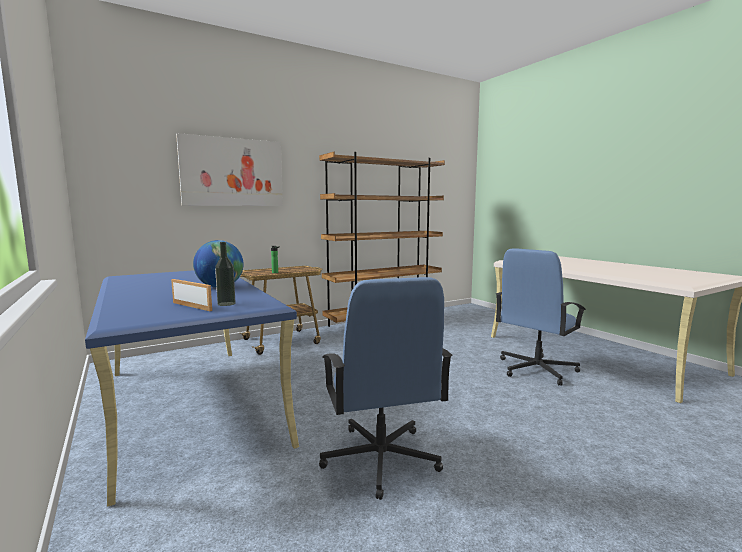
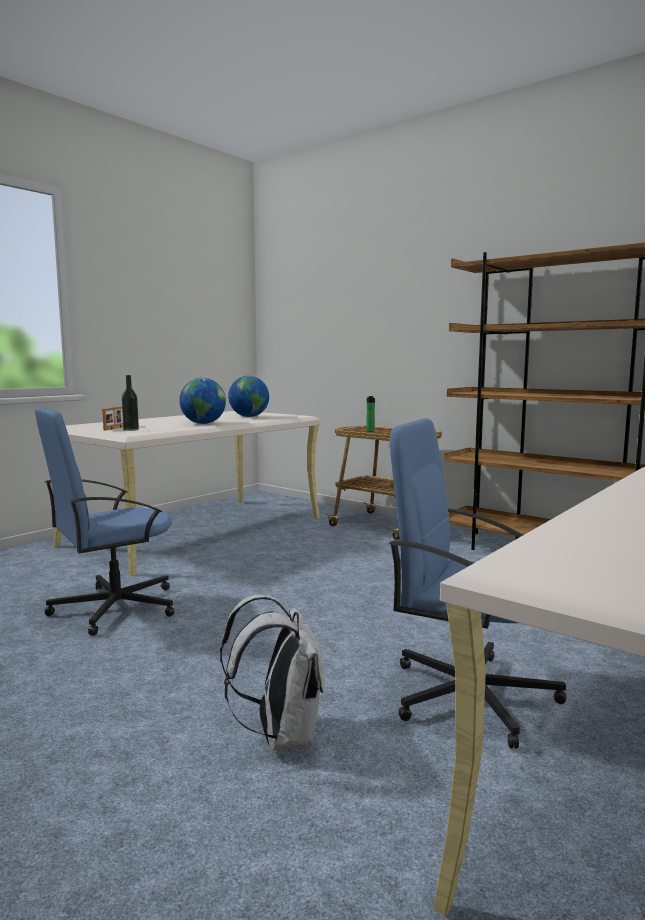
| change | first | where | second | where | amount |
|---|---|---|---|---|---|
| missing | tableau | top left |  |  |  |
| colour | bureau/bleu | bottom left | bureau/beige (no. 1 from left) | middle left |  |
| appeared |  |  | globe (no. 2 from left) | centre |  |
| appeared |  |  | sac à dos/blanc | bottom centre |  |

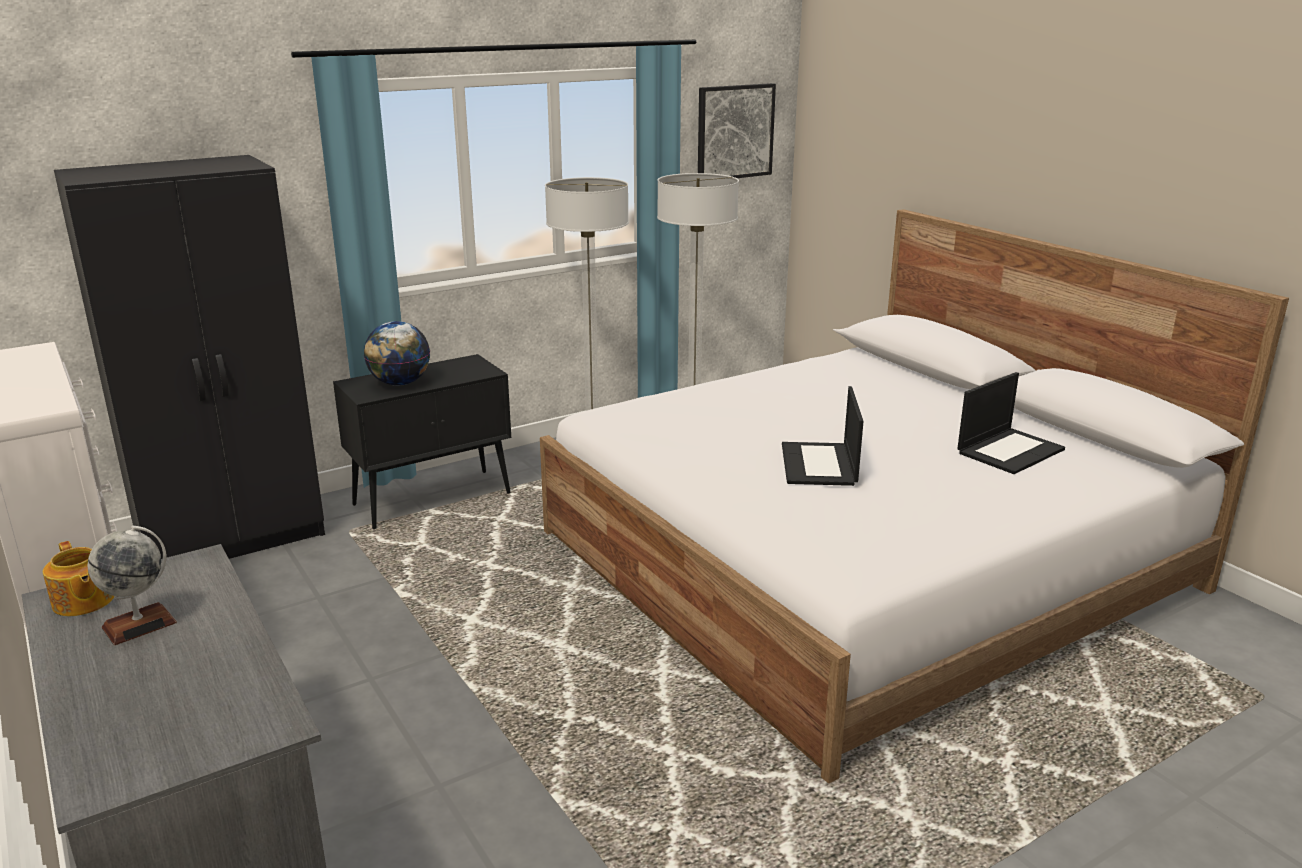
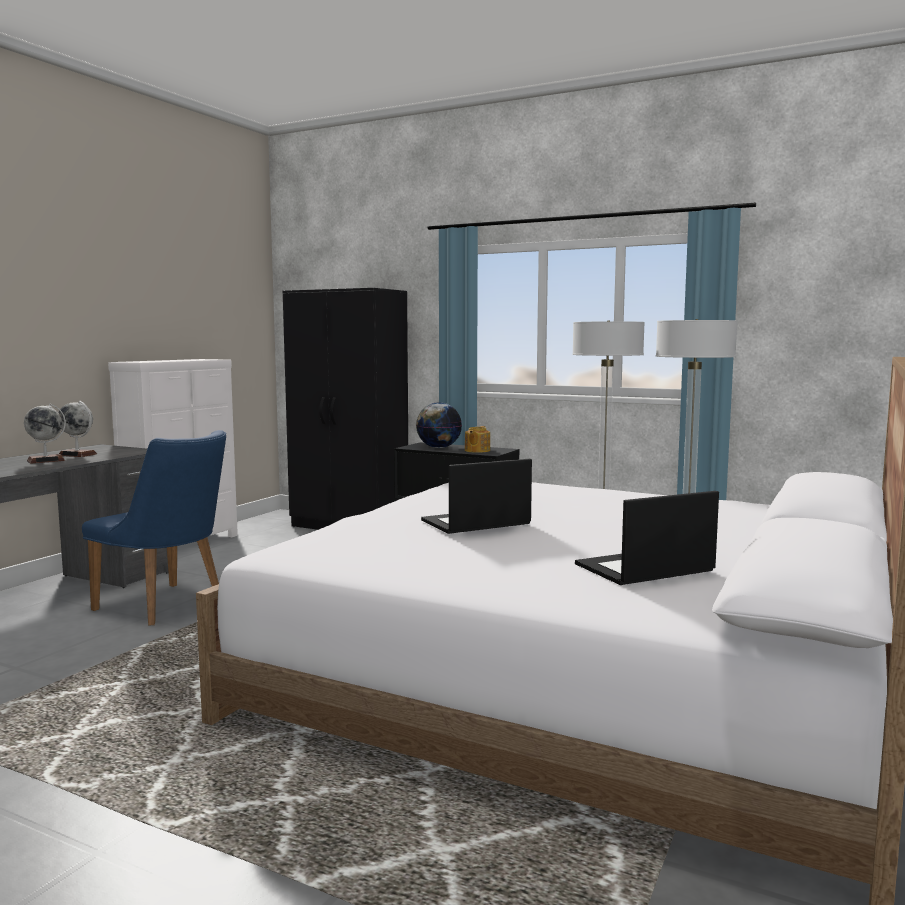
| change | first | where | second | where | amount |
|---|---|---|---|---|---|
| missing | tableau | top centre |  |  |  |
| spun | ordinateur portable (no. 2 from left) | middle right |  | middle right | 135 degrees clockwise |
| relocated | théière | middle left |  | centre |  |
| appeared |  |  | globe (no. 1 from left) | middle left |  |
| appeared |  |  | chaise/bleu | middle left |  |

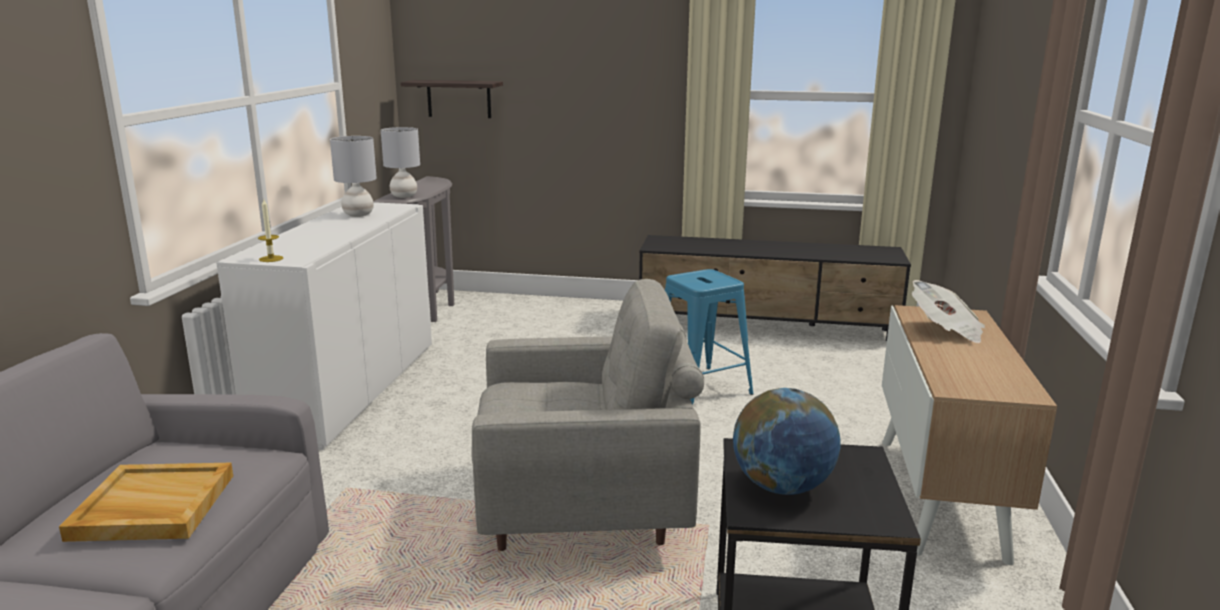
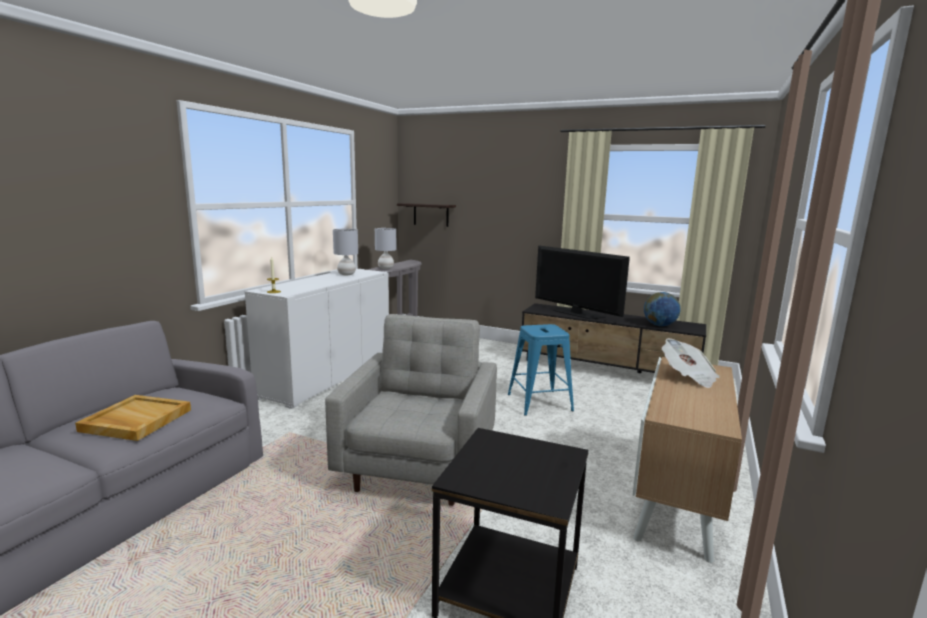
| change | first | where | second | where | amount |
|---|---|---|---|---|---|
| spun | fauteuil/gris | bottom centre |  | centre | 90 degrees counterclockwise |
| relocated | globe | bottom centre |  | middle right |  |
| appeared |  |  | téléviseur | centre |  |

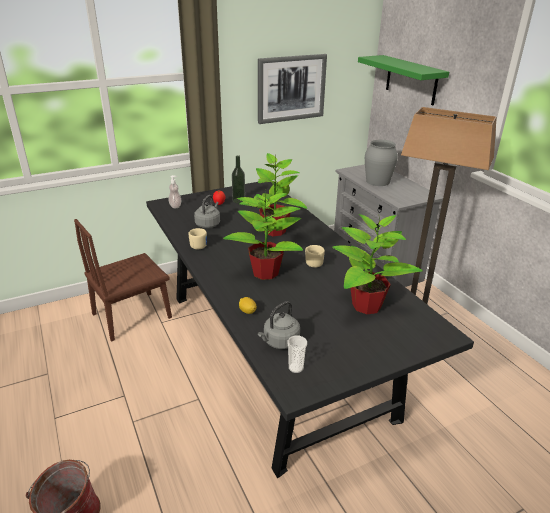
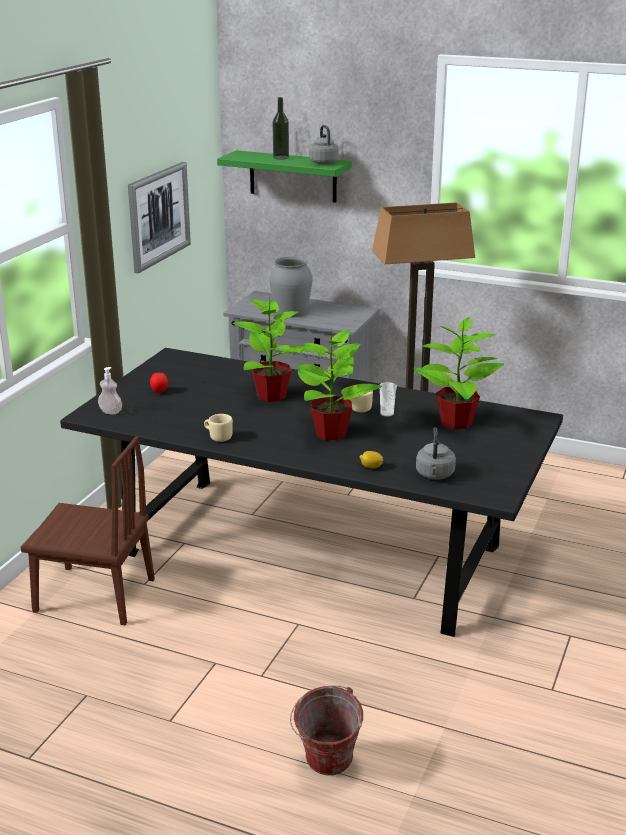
| change | first | where | second | where | amount |
|---|---|---|---|---|---|
| relocated | bouteille | centre |  | top centre |  |
| relocated | bouilloire/gris (no. 1 from left) | centre |  | top centre |  |
| spun | chaise/marron | middle left |  | middle left | 90 degrees counterclockwise |
| relocated | tasse | bottom centre |  | centre |  |

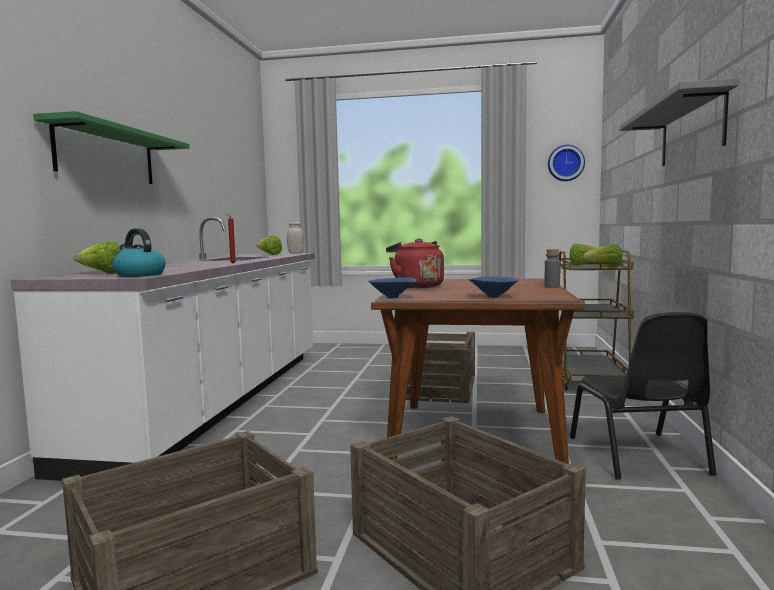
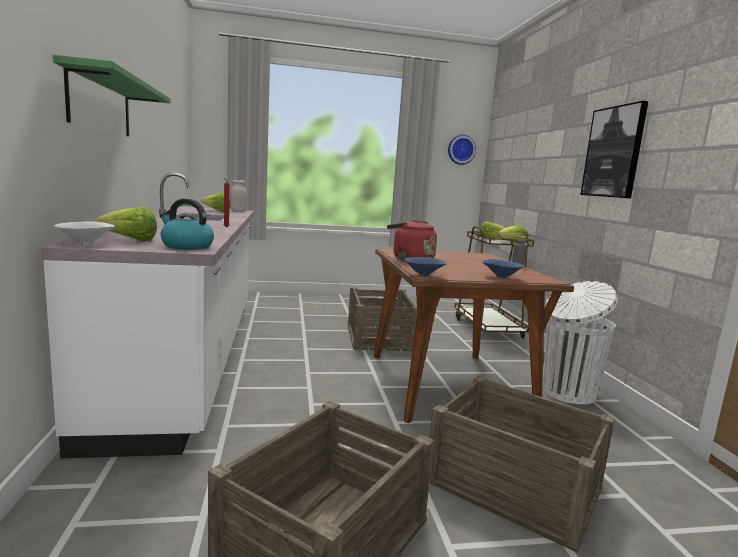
| change | first | where | second | where | amount |
|---|---|---|---|---|---|
| exchanged | étagère/gris | top right | tableau | top right |  |
| exchanged | chaise/noir | bottom right | poubelle/blanc | middle right |  |
| appeared |  |  | bol/blanc | middle left |  |

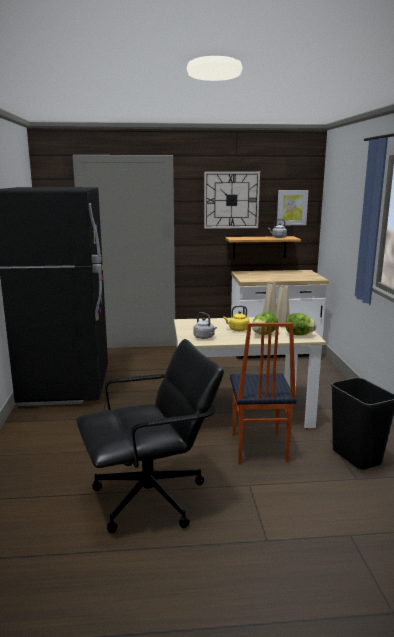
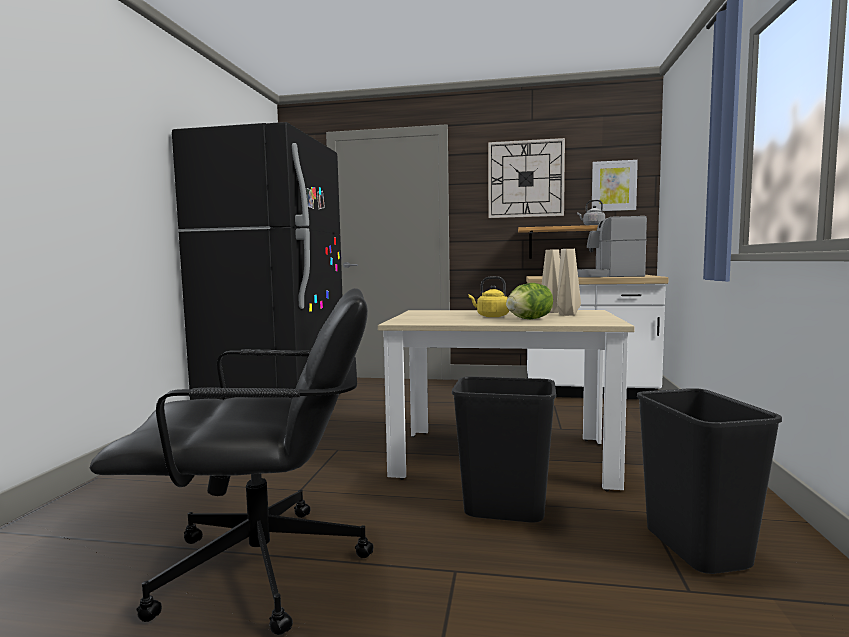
| change | first | where | second | where | amount |
|---|---|---|---|---|---|
| missing | bouilloire/gris (no. 1 from left) | centre |  |  |  |
| missing | laitue (no. 2 from left) | middle right |  |  |  |
| exchanged | chaise | middle right | poubelle/noir (no. 1 from left) | bottom centre |  |
| appeared |  |  | machine à café | middle right |  |

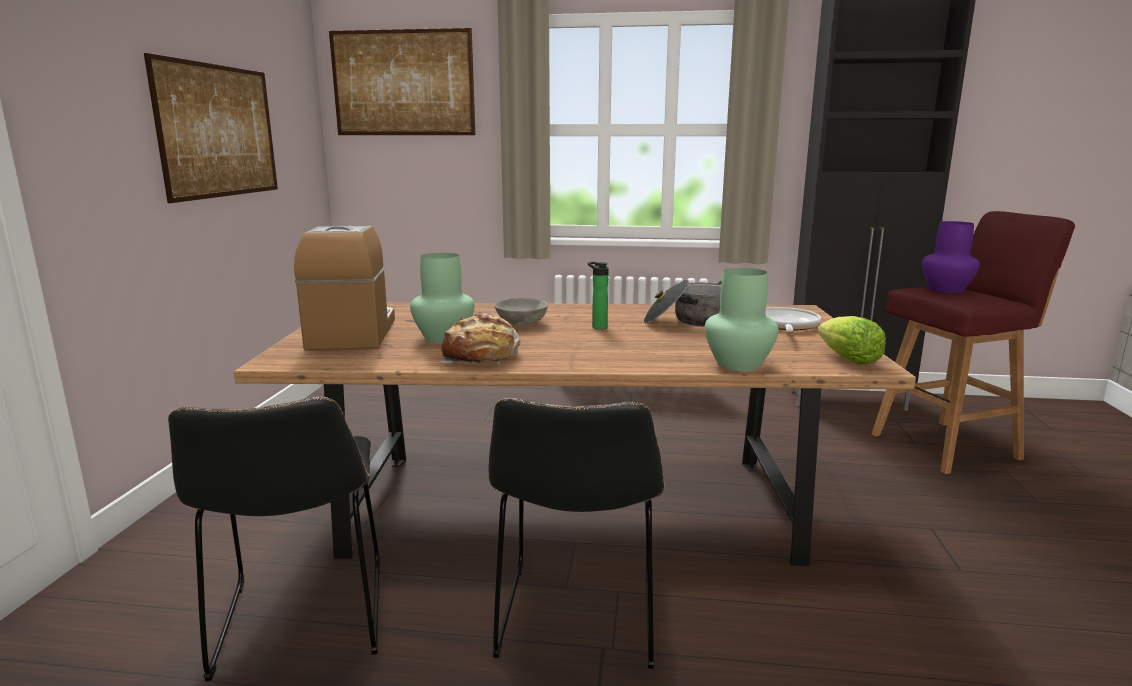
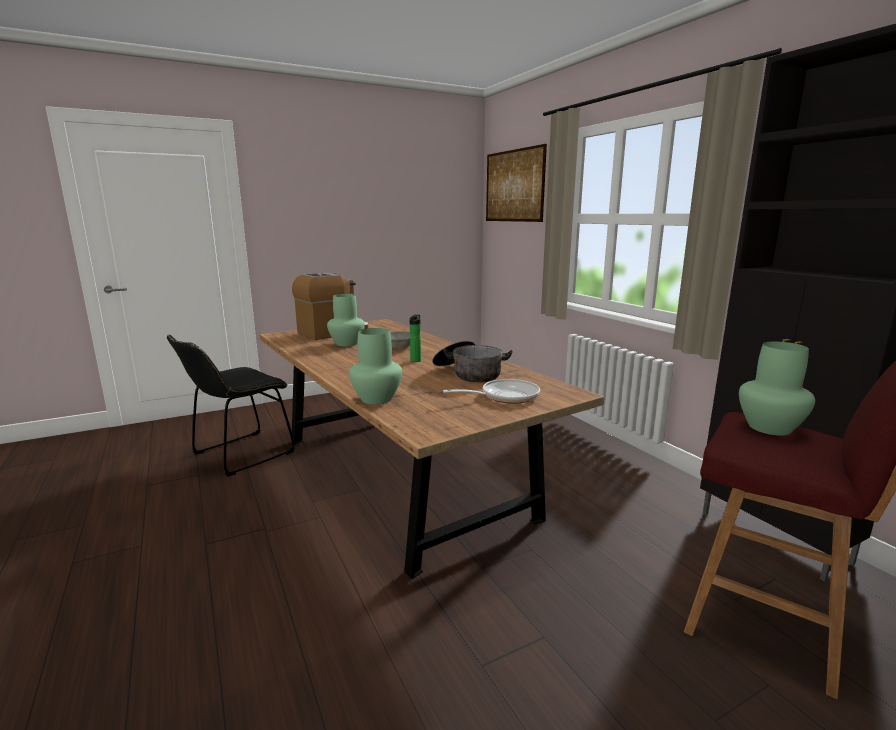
| change | first | where | second | where | amount |
|---|---|---|---|---|---|
| missing | tableau (no. 1 from left) | top left |  |  |  |
| colour | vase/violet | middle right | vase/vert (no. 3 from left) | middle right |  |
| missing | pain | centre |  |  |  |
| missing | laitue | middle right |  |  |  |
| missing | chaise/noir (no. 2 from left) | bottom centre |  |  |  |

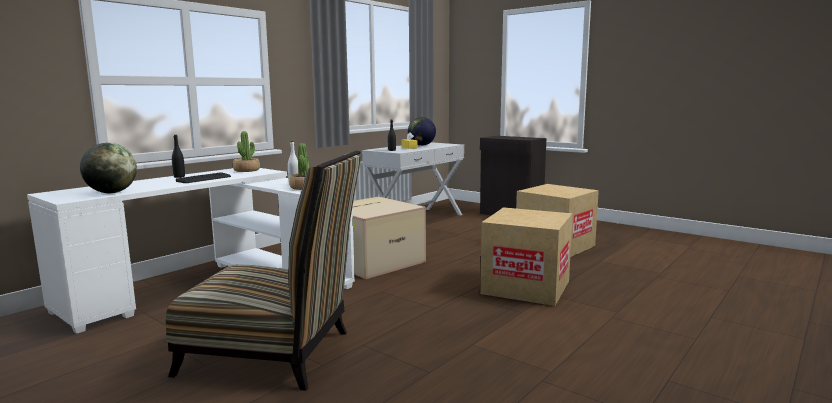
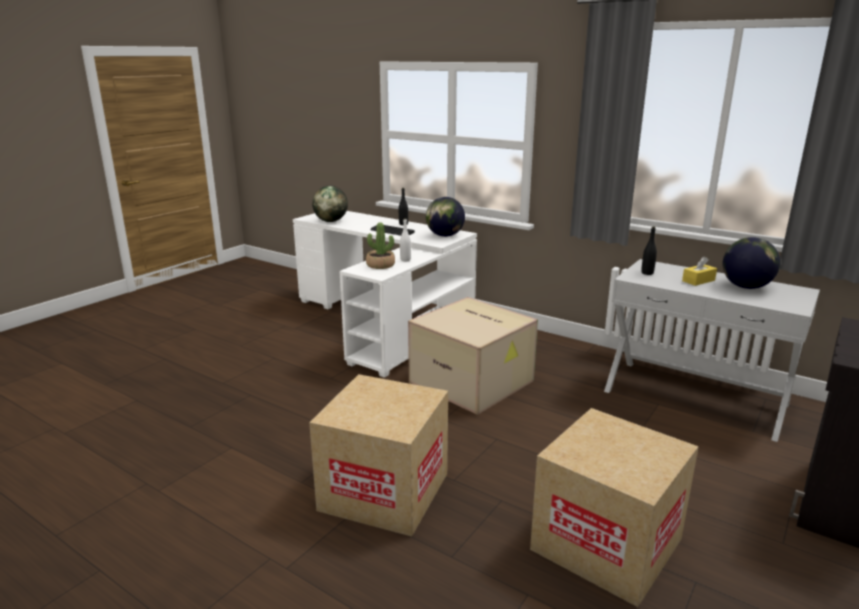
| change | first | where | second | where | amount |
|---|---|---|---|---|---|
| exchanged | plante en pot (no. 1 from left) | middle left | globe (no. 2 from left) | centre |  |
| missing | chaise | bottom left |  |  |  |

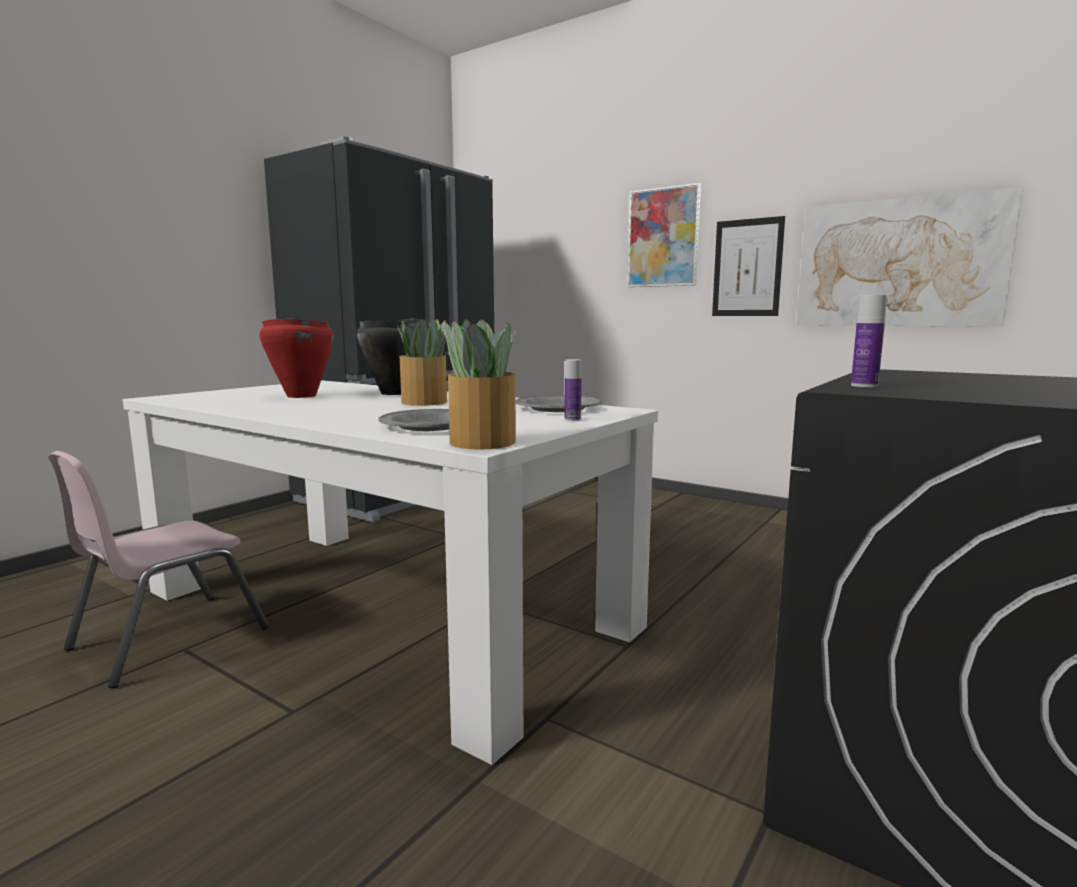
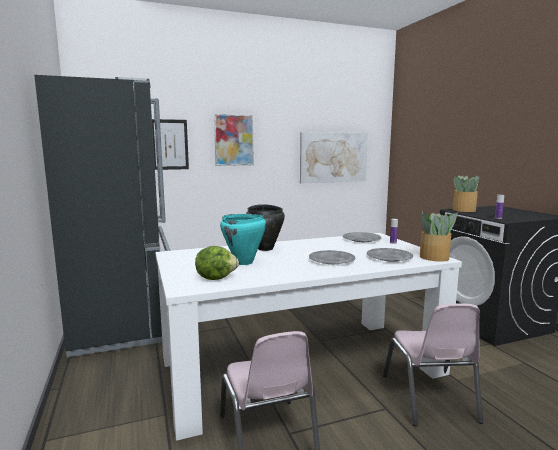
| change | first | where | second | where | amount |
|---|---|---|---|---|---|
| relocated | tableau (no. 2 from left in the first image) | top right | tableau (no. 1 from left) | top left |  |
| colour | marmite/rouge | middle left | marmite/turquoise | centre |  |
| relocated | plante en pot (no. 1 from left in the first image) | centre | plante en pot (no. 2 from left) | middle right |  |
| appeared |  |  | laitue | centre |  |
| appeared |  |  | assiette/gris (no. 1 from left) | centre |  |
| appeared |  |  | chaise/rose (no. 2 from left) | bottom right |  |

